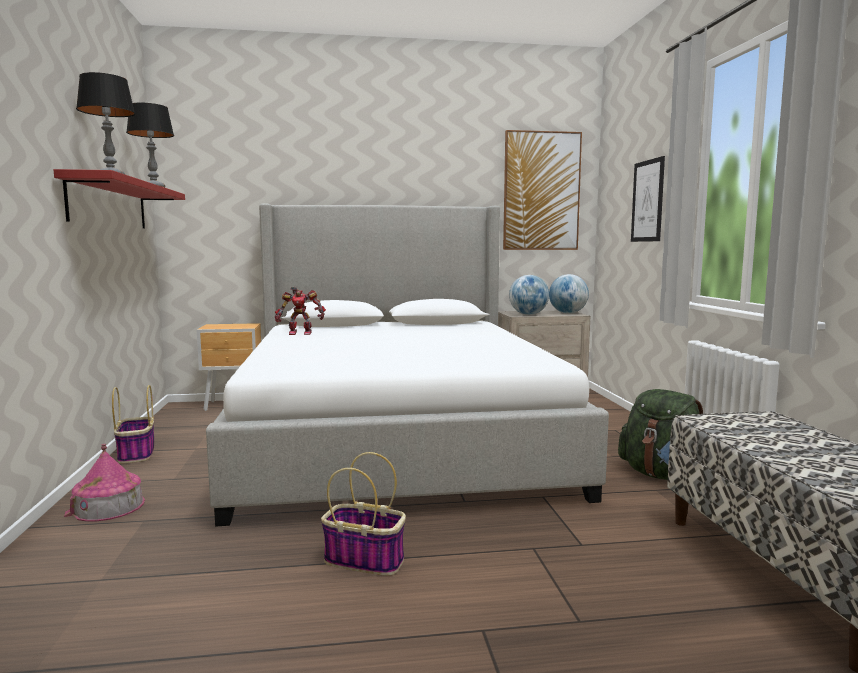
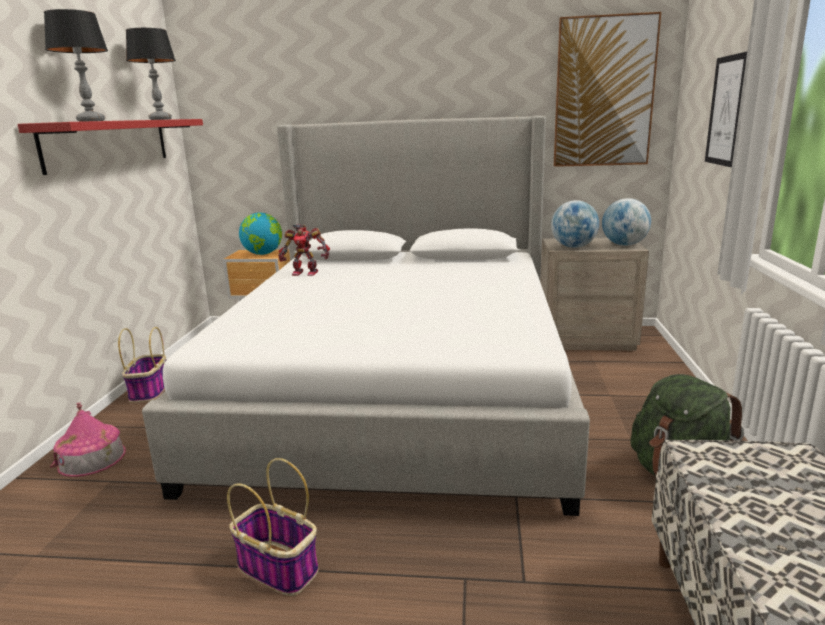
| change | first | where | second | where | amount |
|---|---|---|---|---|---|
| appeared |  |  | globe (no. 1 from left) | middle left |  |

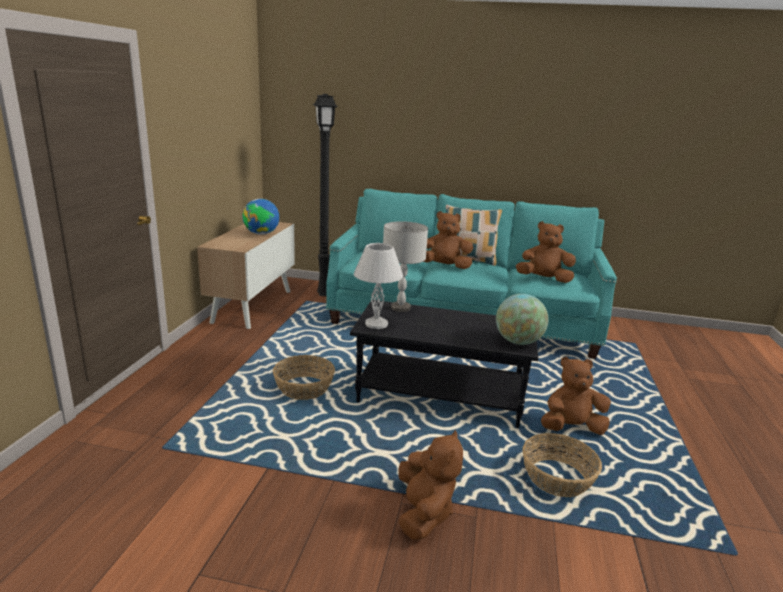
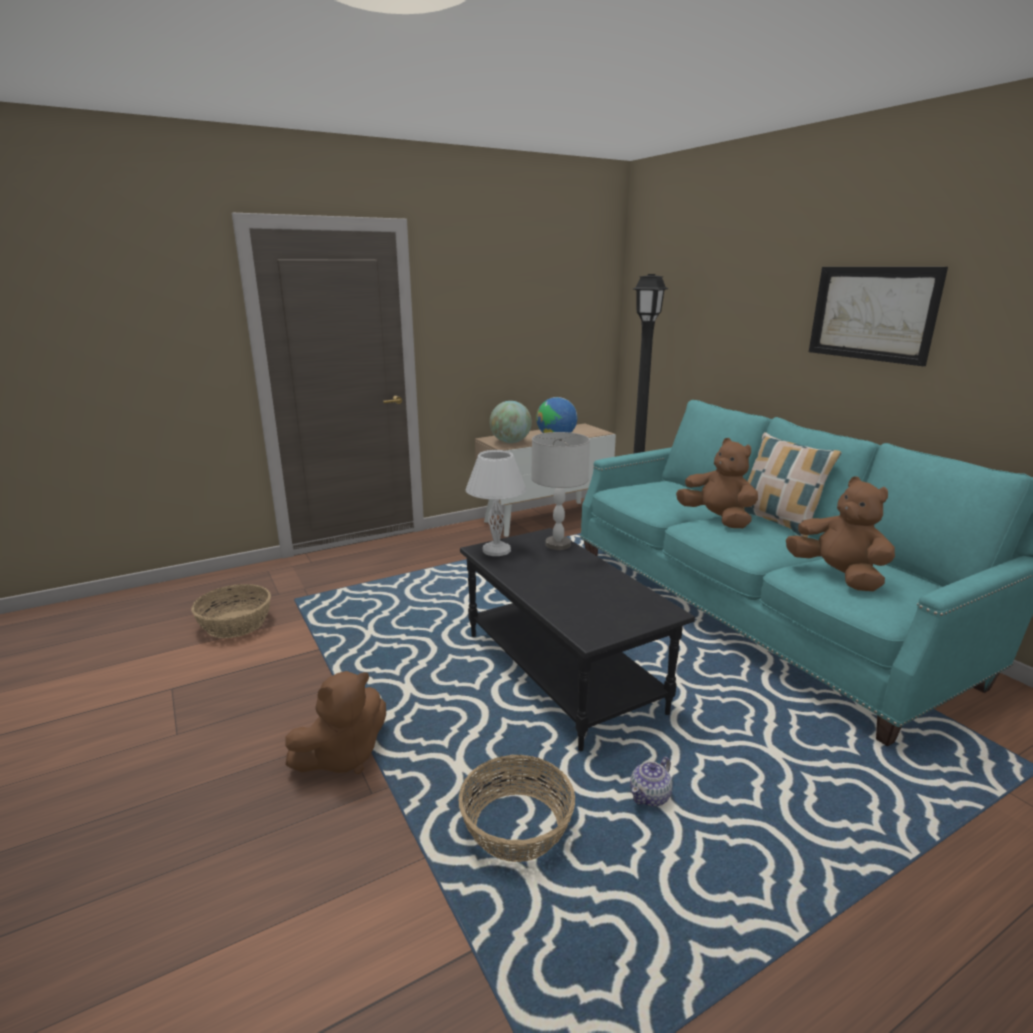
| change | first | where | second | where | amount |
|---|---|---|---|---|---|
| relocated | globe (no. 2 from left in the first image) | middle right | globe (no. 1 from left) | centre |  |
| relocated | panier (no. 1 from left) | centre |  | middle left |  |
| exchanged | peluche/marron (no. 4 from left) | bottom right | théière | bottom centre |  |
| appeared |  |  | tableau | top right |  |

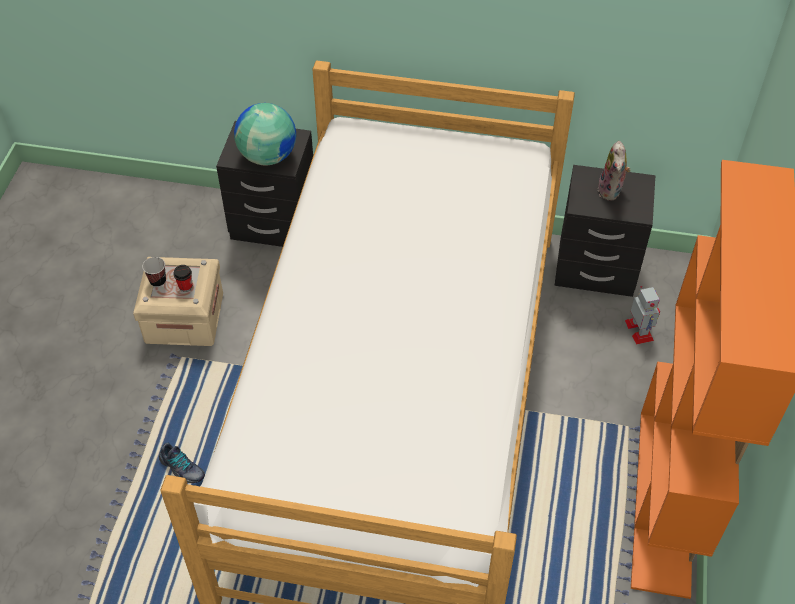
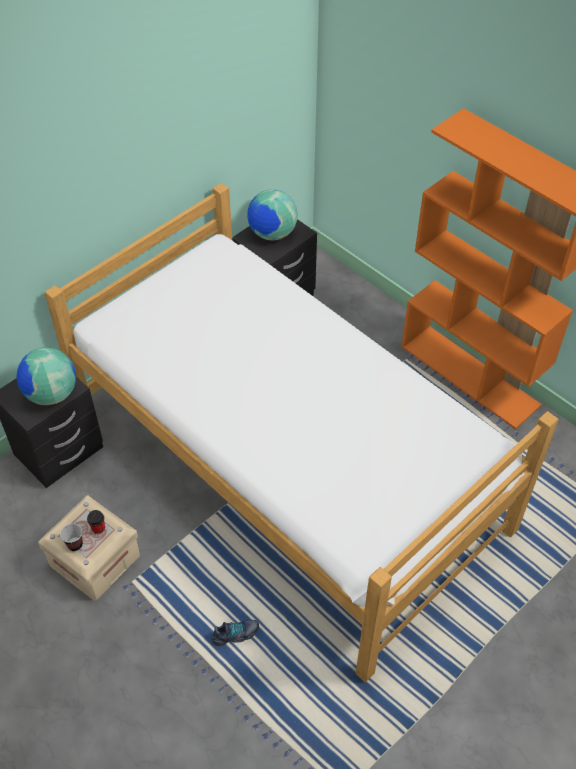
| change | first | where | second | where | amount |
|---|---|---|---|---|---|
| exchanged | peluche | top right | globe (no. 2 from left) | top centre |  |
| missing | robot jouet | middle right |  |  |  |

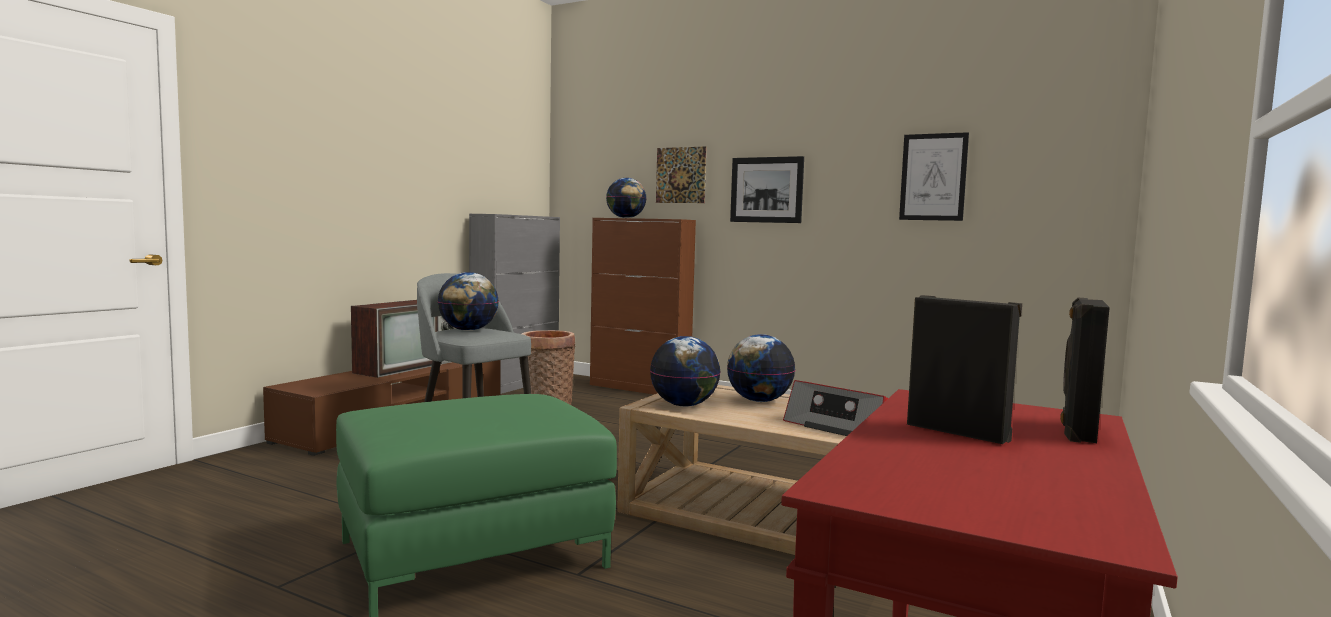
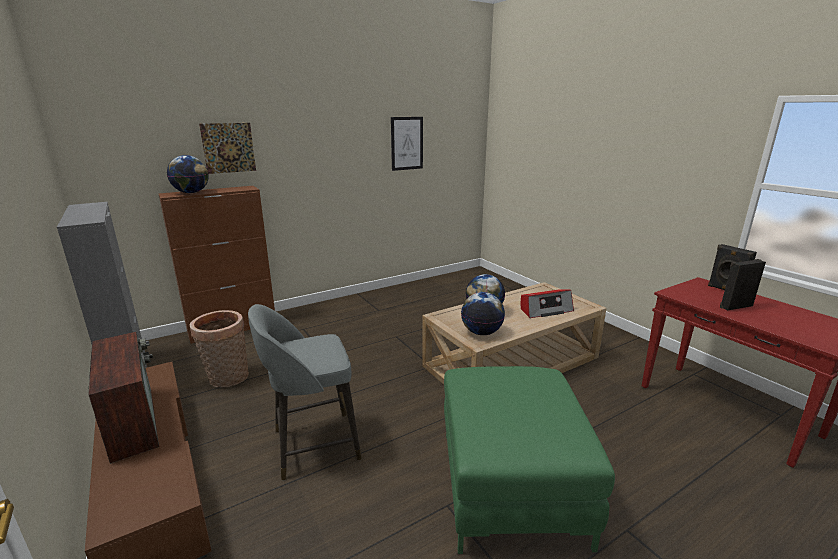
| change | first | where | second | where | amount |
|---|---|---|---|---|---|
| missing | tableau (no. 2 from left) | top centre |  |  |  |
| missing | globe (no. 1 from left) | centre |  |  |  |

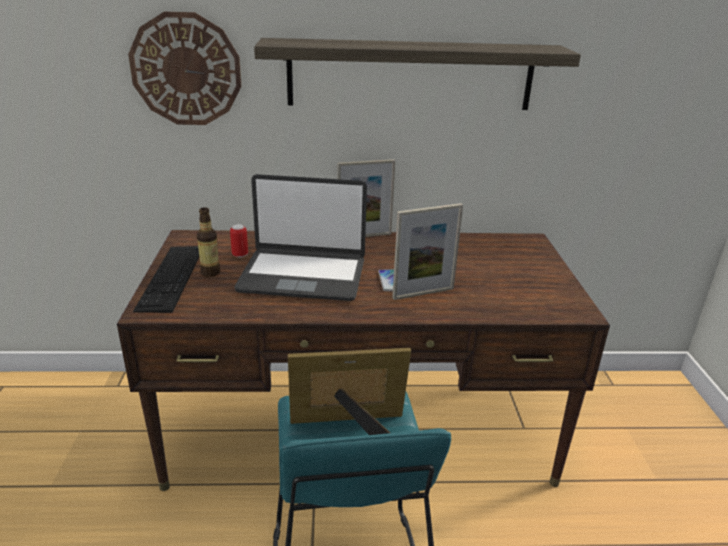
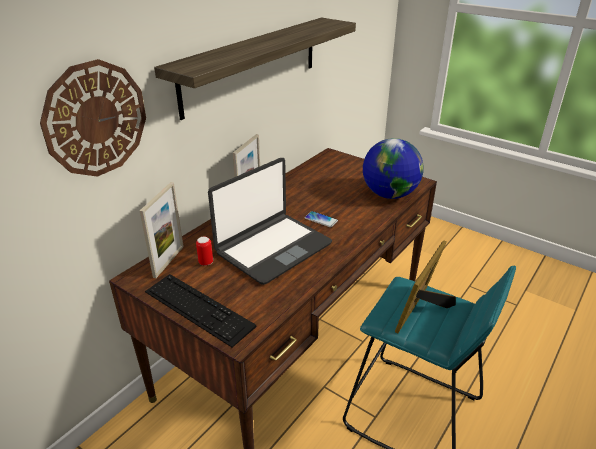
| change | first | where | second | where | amount |
|---|---|---|---|---|---|
| relocated | cadre photo (no. 3 from left in the first image) | centre | cadre photo (no. 1 from left) | middle left |  |
| missing | bouteille | middle left |  |  |  |
| appeared |  |  | globe | centre |  |

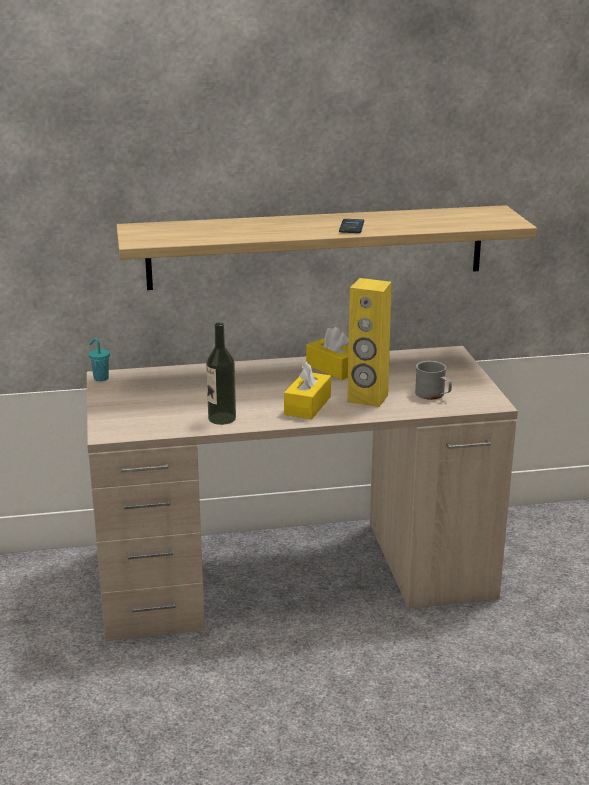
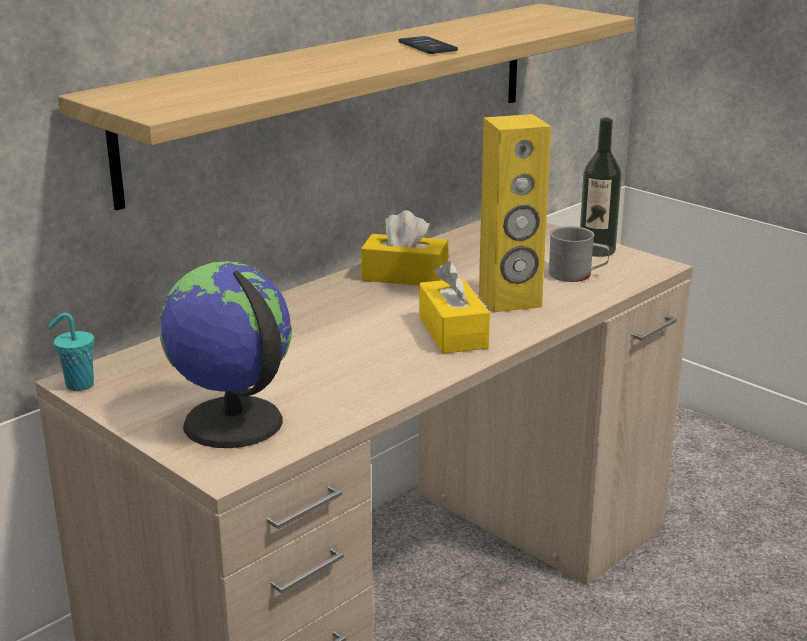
| change | first | where | second | where | amount |
|---|---|---|---|---|---|
| relocated | bouteille | centre |  | top right |  |
| appeared |  |  | globe | middle left |  |

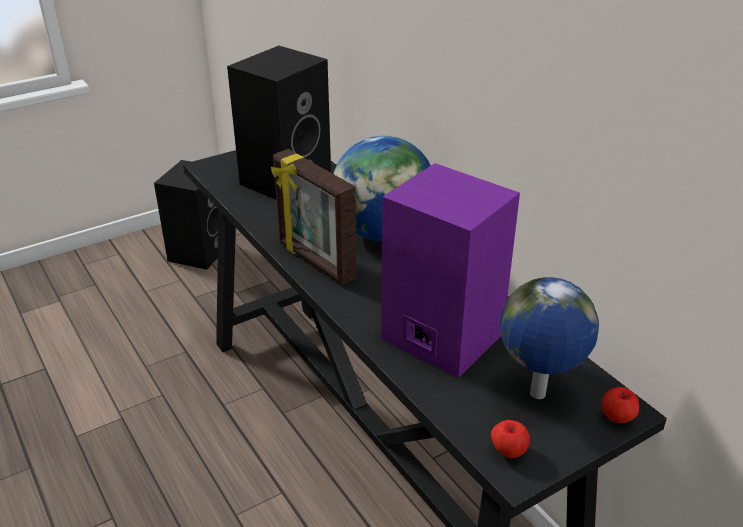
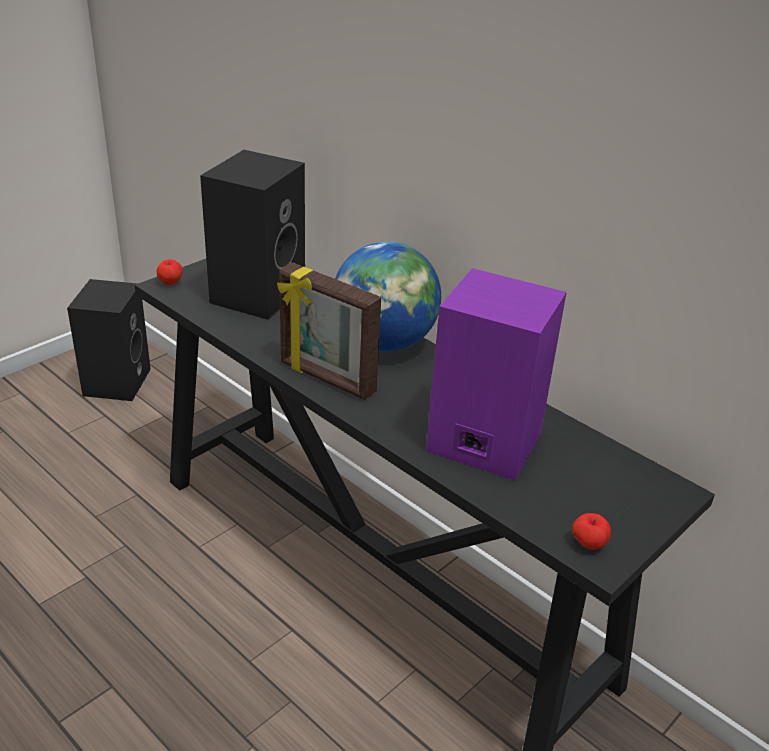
| change | first | where | second | where | amount |
|---|---|---|---|---|---|
| missing | globe (no. 2 from left) | middle right |  |  |  |
| relocated | pomme (no. 2 from left in the first image) | bottom right | pomme (no. 1 from left) | middle left |  |

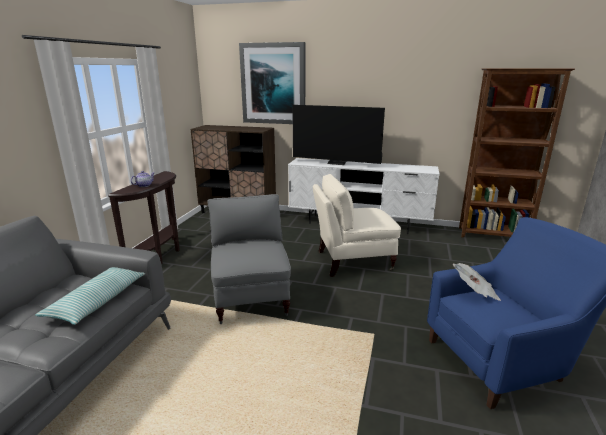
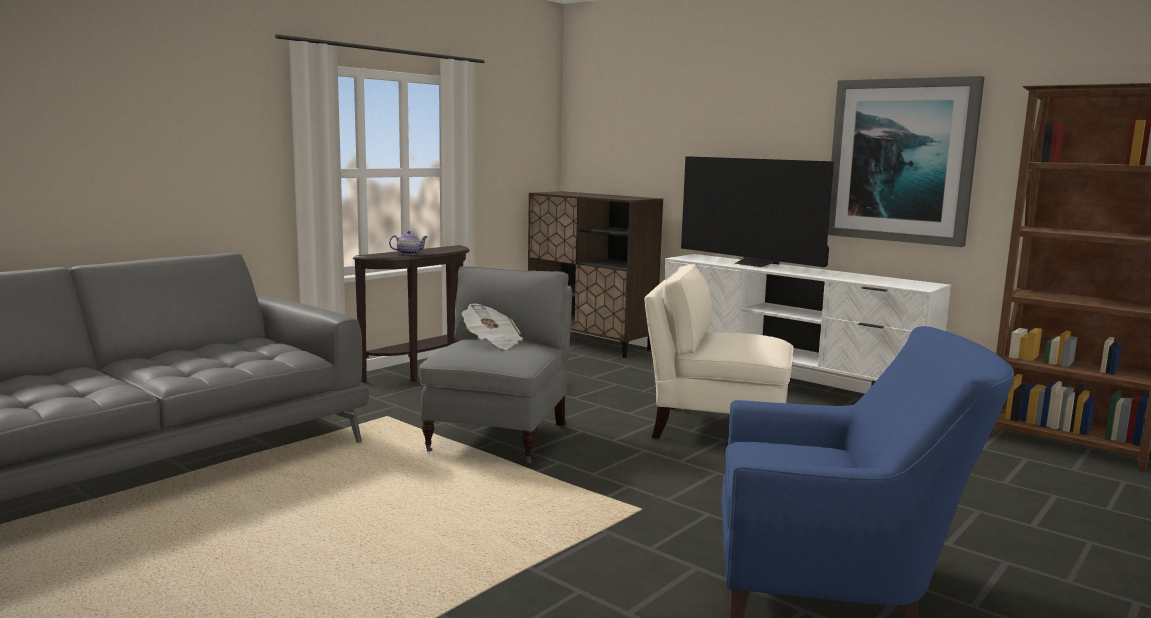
| change | first | where | second | where | amount |
|---|---|---|---|---|---|
| relocated | tableau | top centre |  | top right |  |
| relocated | journal | middle right |  | centre |  |
| missing | coussin | bottom left |  |  |  |

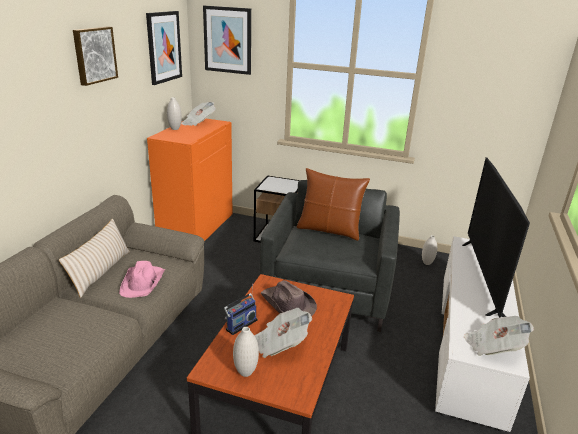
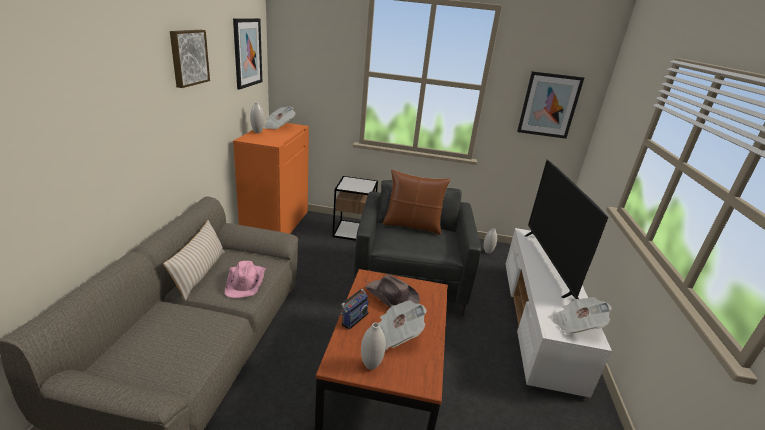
| change | first | where | second | where | amount |
|---|---|---|---|---|---|
| relocated | tableau (no. 3 from left) | top centre |  | top right |  |

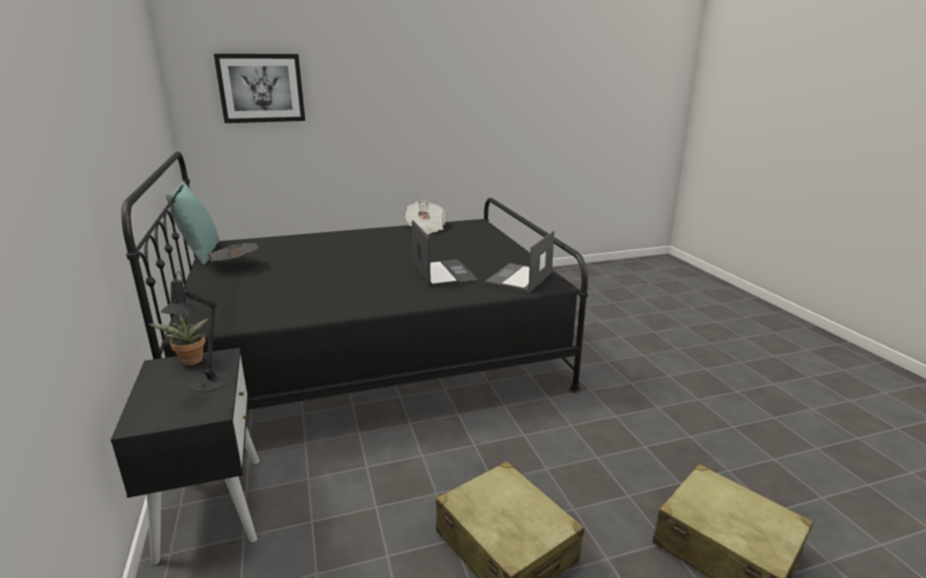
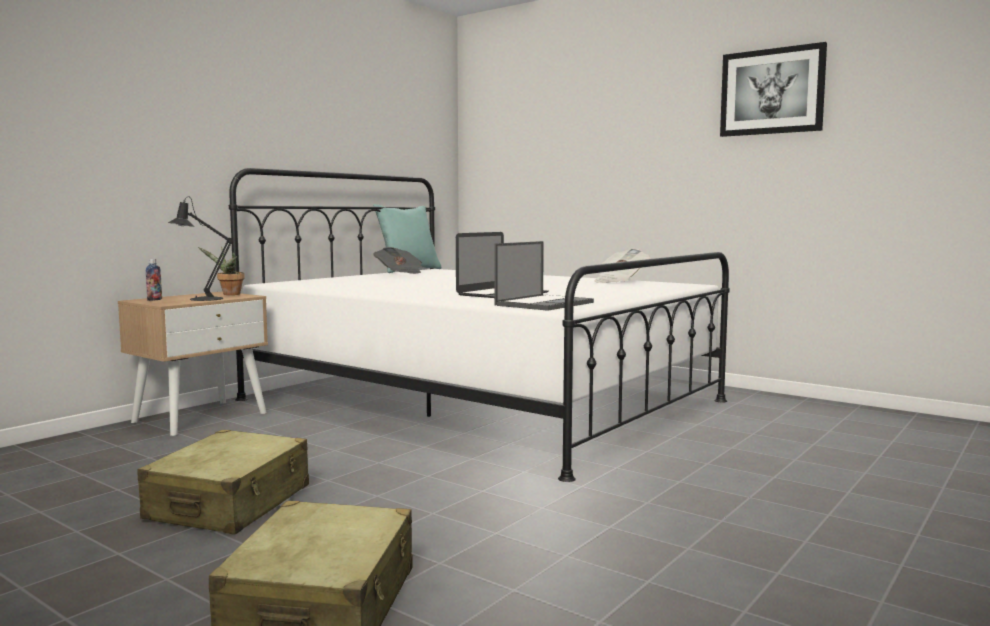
| change | first | where | second | where | amount |
|---|---|---|---|---|---|
| relocated | tableau | top left |  | top right |  |
| colour | lit/noir | centre | lit/blanc | centre |  |
| spun | ordinateur portable (no. 2 from left) | centre |  | centre | 135 degrees clockwise |
| colour | table de chevet/noir | bottom left | table de chevet/beige | middle left |  |
| appeared |  |  | bouteille | middle left |  |

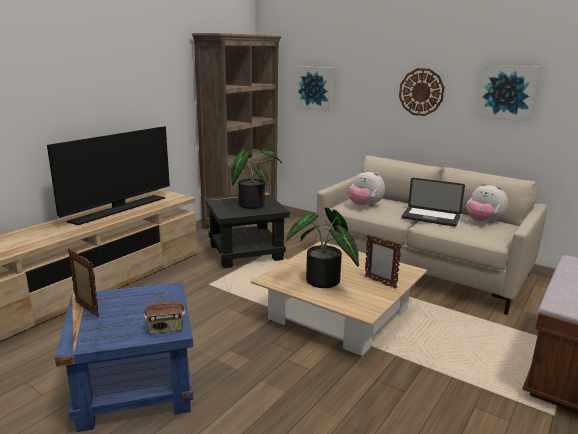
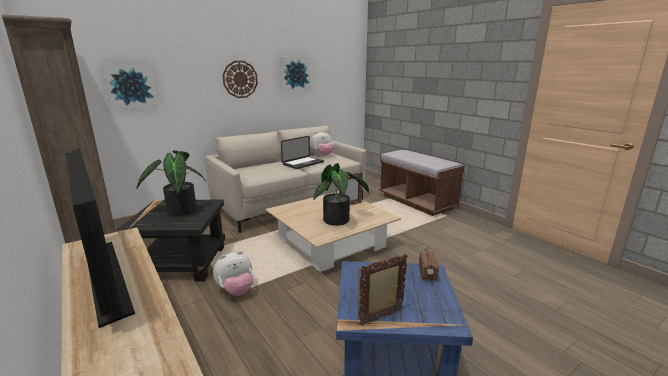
| change | first | where | second | where | amount |
|---|---|---|---|---|---|
| relocated | peluche (no. 1 from left) | centre |  | bottom centre |  |

